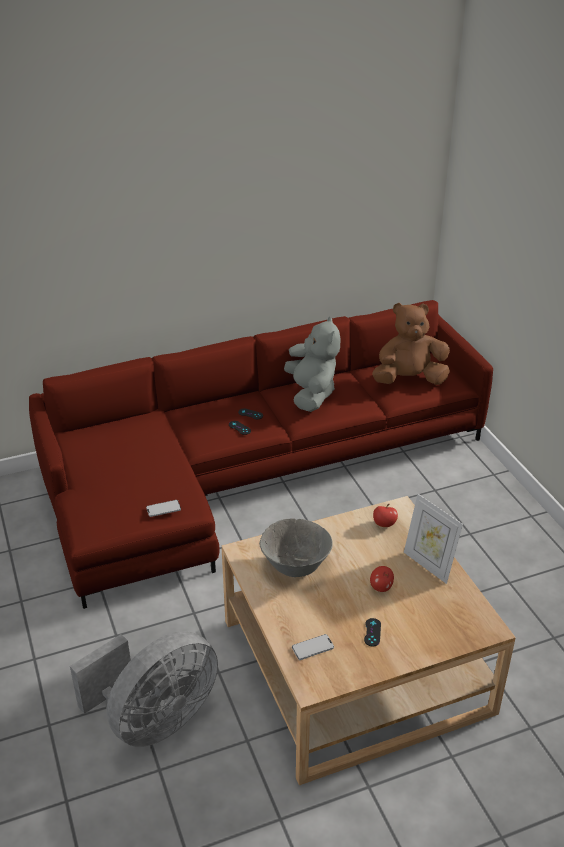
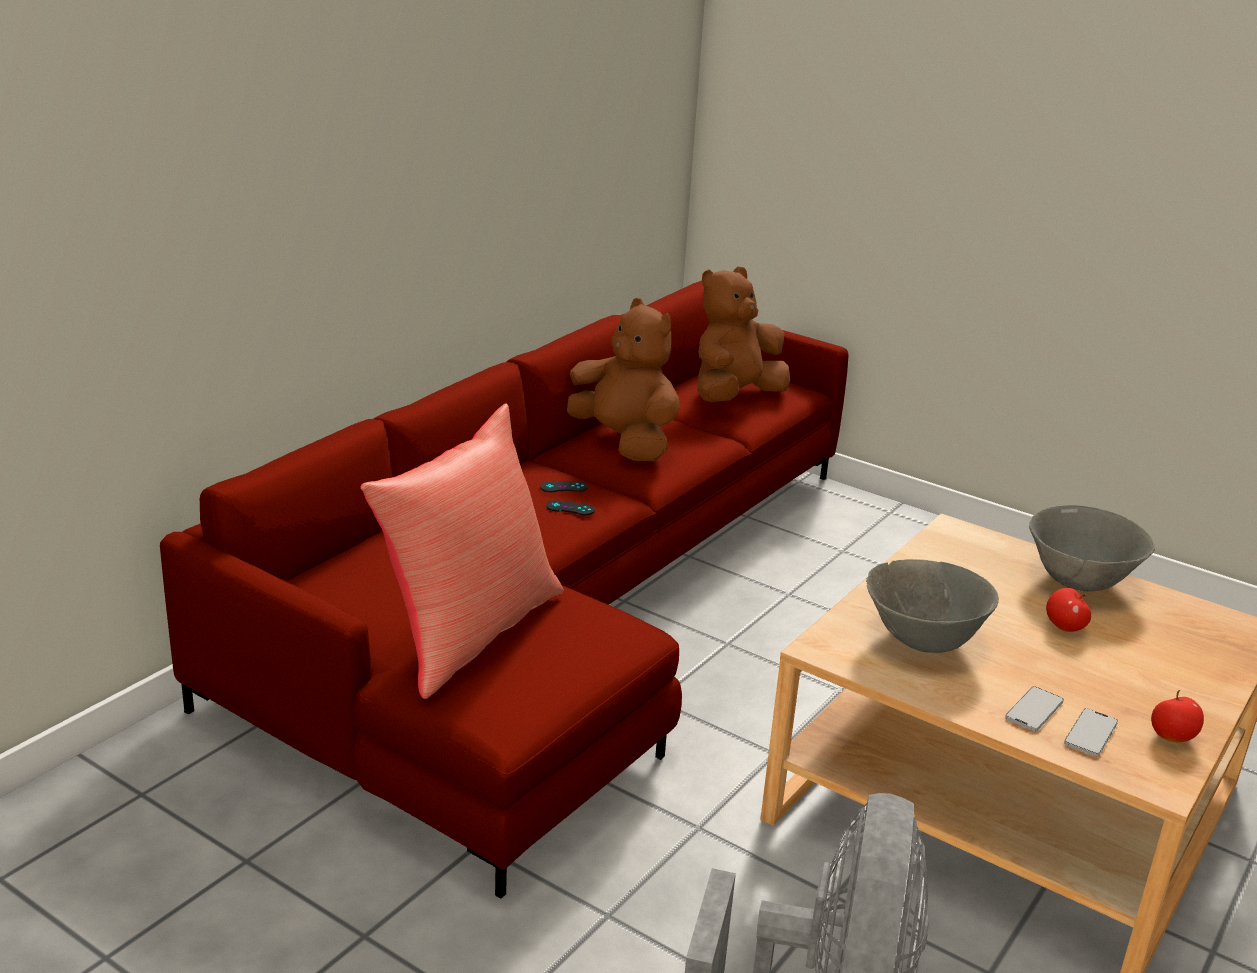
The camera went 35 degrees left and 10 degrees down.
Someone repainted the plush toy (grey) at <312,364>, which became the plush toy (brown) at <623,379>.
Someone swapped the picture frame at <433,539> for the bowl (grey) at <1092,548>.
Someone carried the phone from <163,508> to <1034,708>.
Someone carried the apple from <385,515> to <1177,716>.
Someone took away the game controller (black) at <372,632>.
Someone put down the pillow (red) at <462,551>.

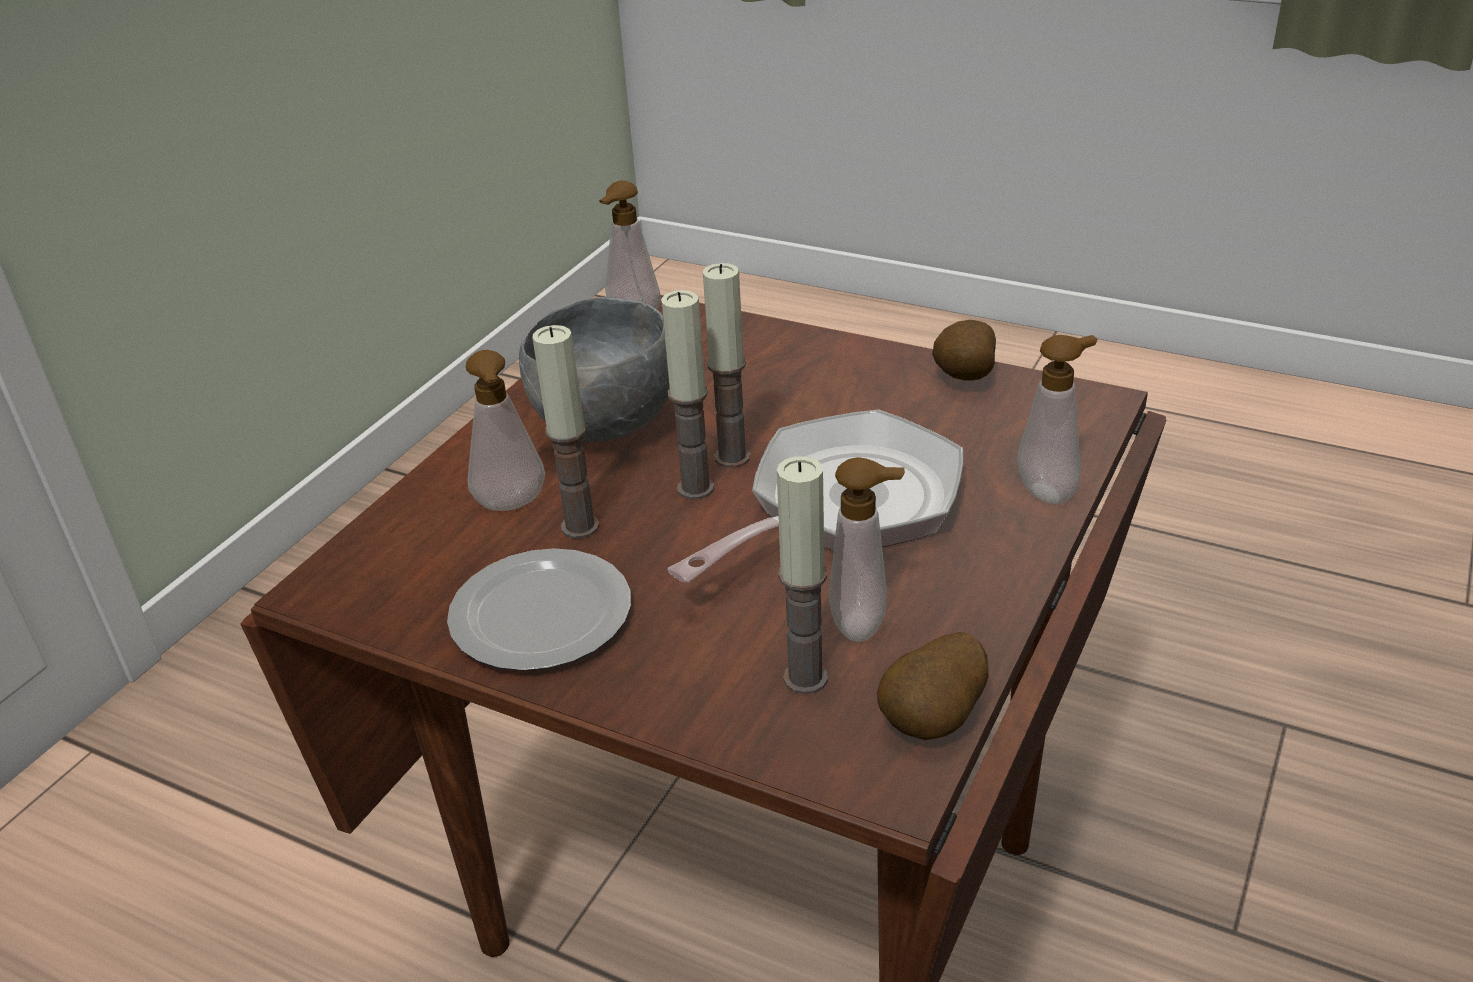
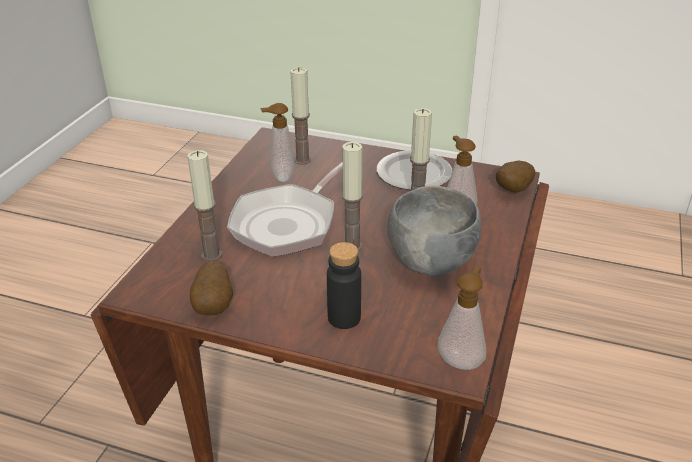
The camera went 170 degrees right and 0 degrees up.
Someone carried the candle from <687,394> to <204,206>.
Someone took away the soap dispenser at <1057,419>.
Someone carried the potato from <933,686> to <515,176>.
Someone put down the bottle (black) at <344,285>.

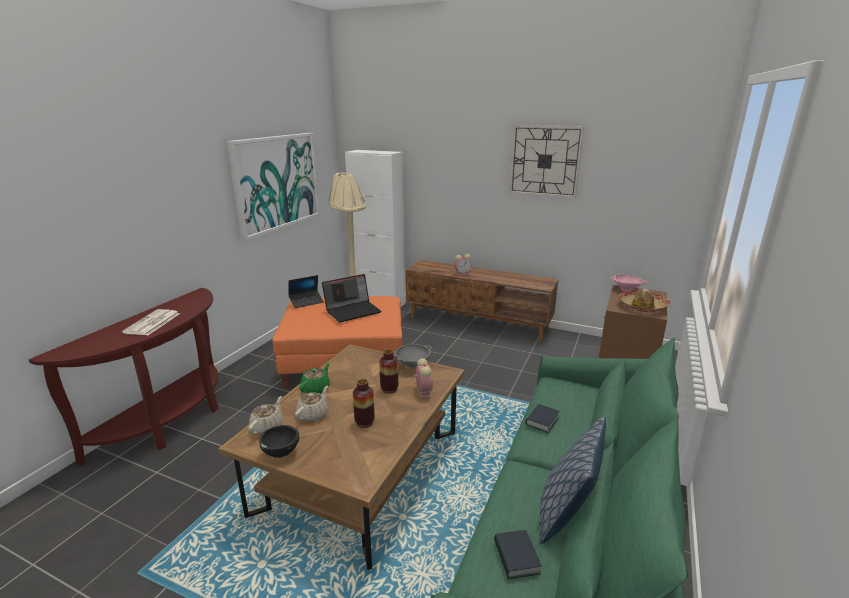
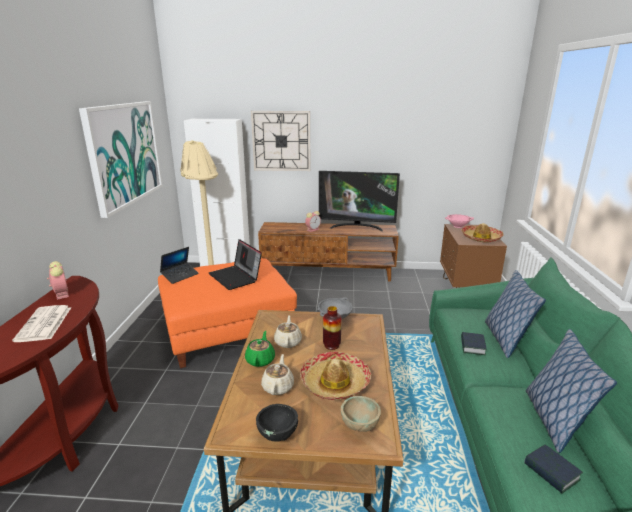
The camera went 20 degrees left and 0 degrees up.
Someone carried the wall clock from <546,161> to <280,141>.
Someone rotated the laptop at <351,298> by 105 degrees clockwise.
Someone carried the alarm clock from <424,378> to <58,280>.
Someone swapped the vase at <364,403> for the hat at <335,376>.
Someone carried the teapot (beige) from <265,415> to <288,331>.
Someone put down the television at <359,201>.
Someone put down the pillow at <515,314>.
Someone put down the bowl (beige) at <361,414>.

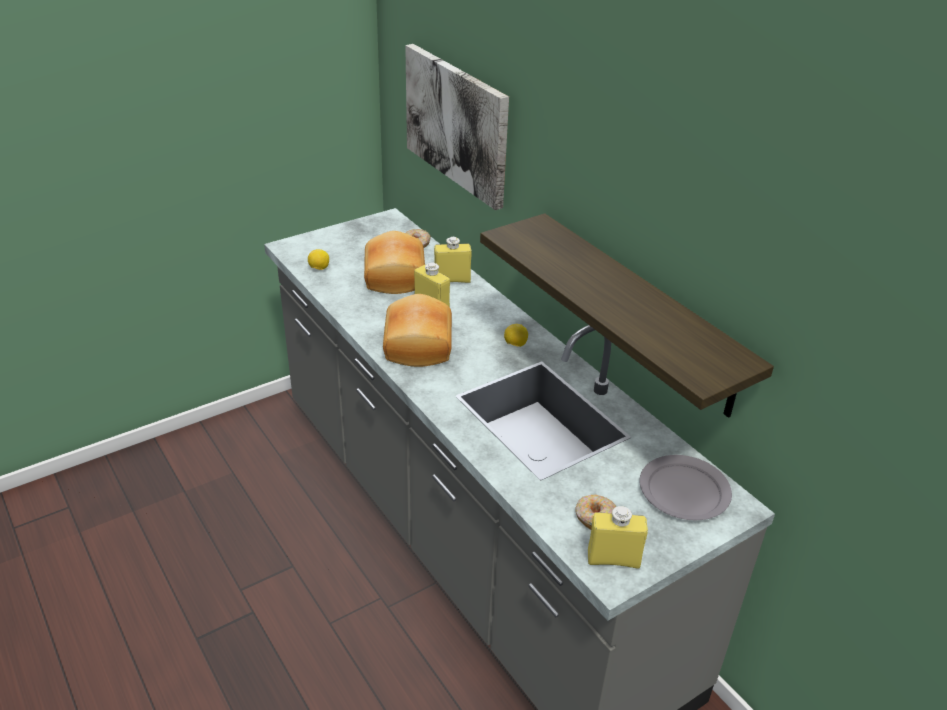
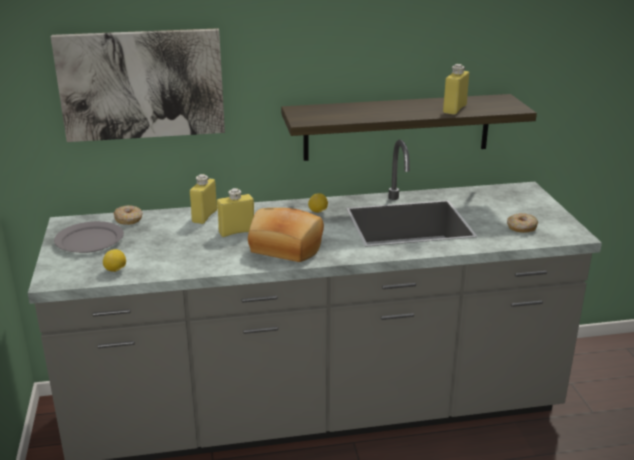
The camera went 65 degrees left and 10 degrees down.
Someone took away the bread at <394,262>.
Someone carried the plate (grey) from <685,487> to <89,237>.
Someone carried the bottle (yellow) from <618,537> to <456,89>.

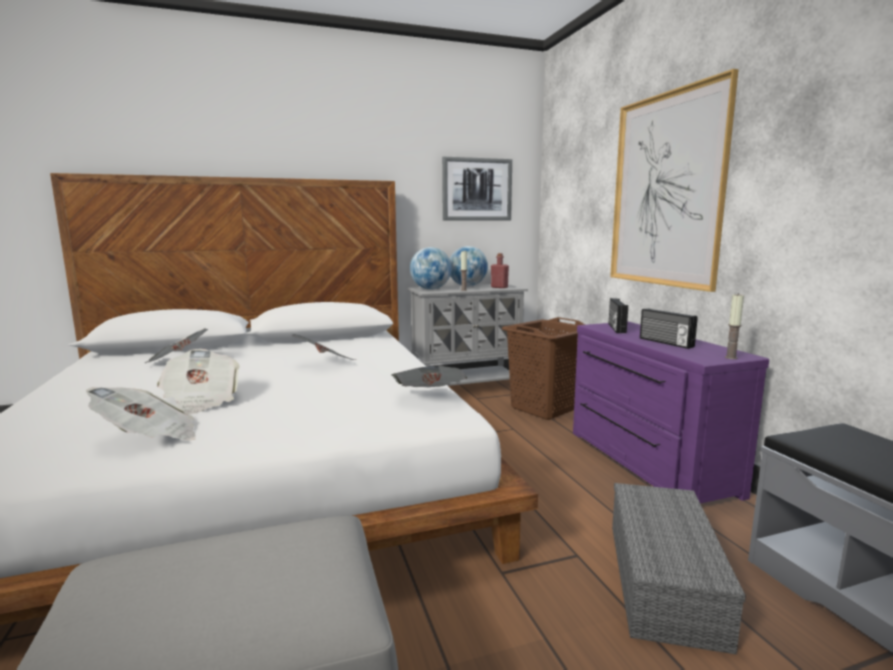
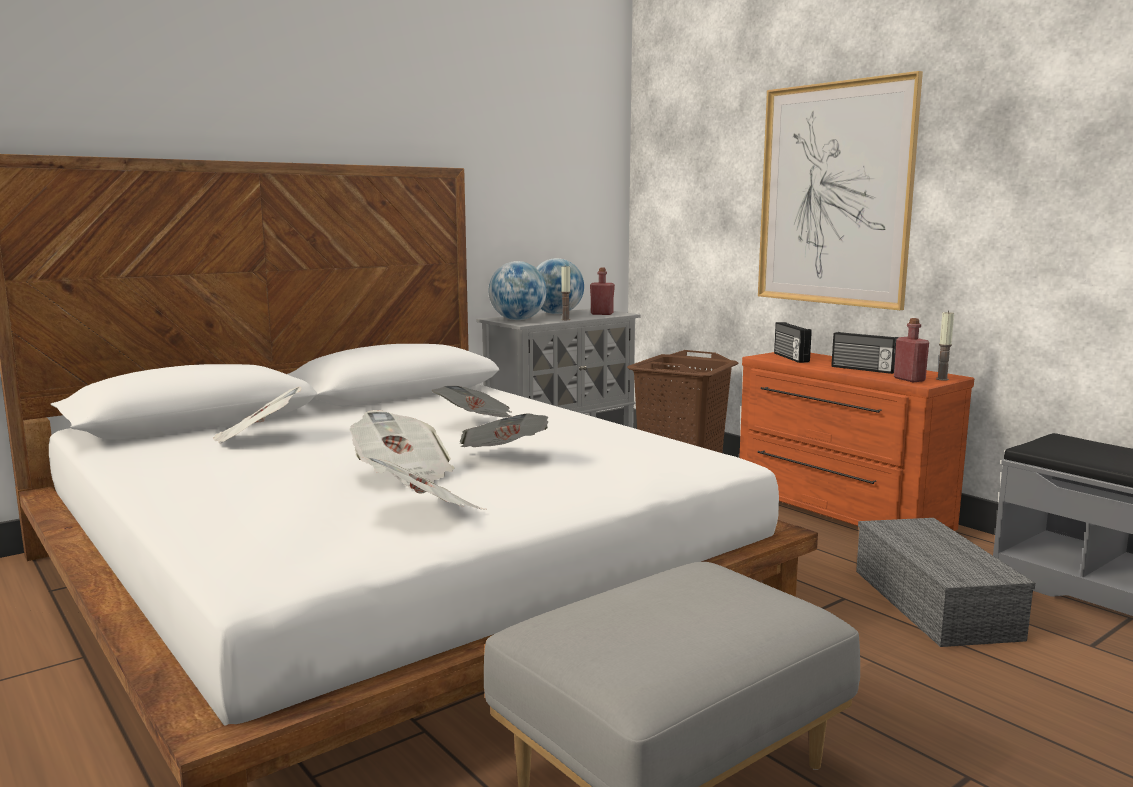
The camera went 20 degrees left and 0 degrees up.
Someone took away the picture at <477,189>.
Someone repainted the dresser (purple) at <671,413>, which became the dresser (brown) at <856,441>.
Someone carried the newspaper from <429,376> to <504,430>.
Someone put down the bottle (red) at <911,350>.

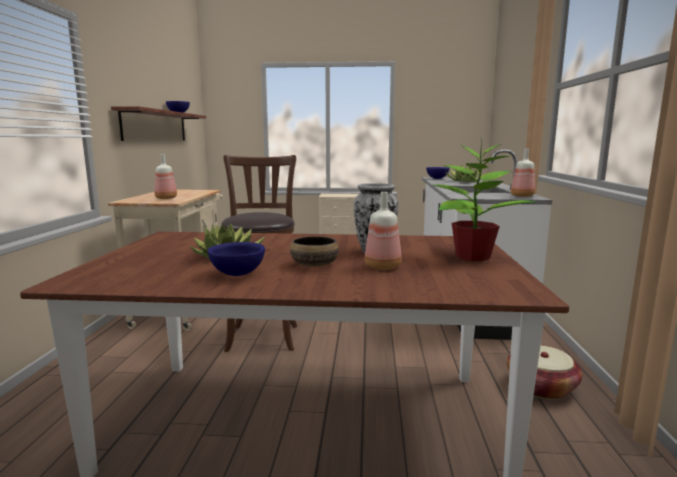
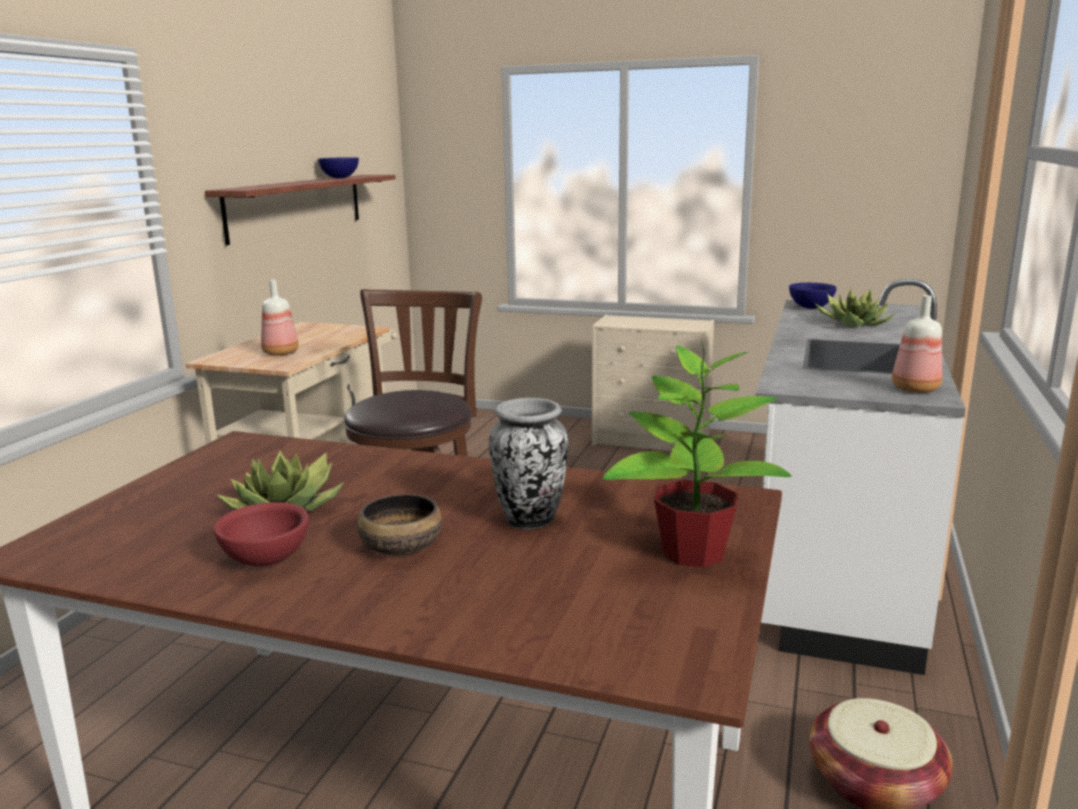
The camera went 15 degrees right and 5 degrees up.
Someone took away the bottle at <383,231>.
Someone repainted the bowl (blue) at <236,259>, which became the bowl (red) at <261,534>.

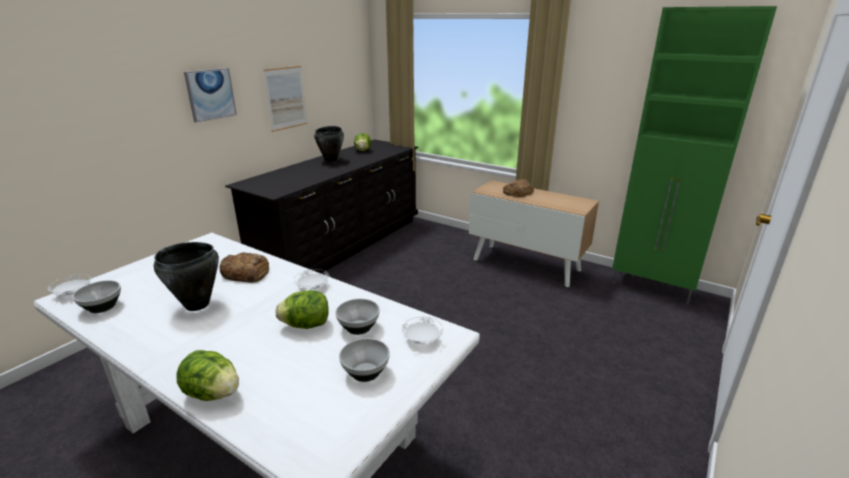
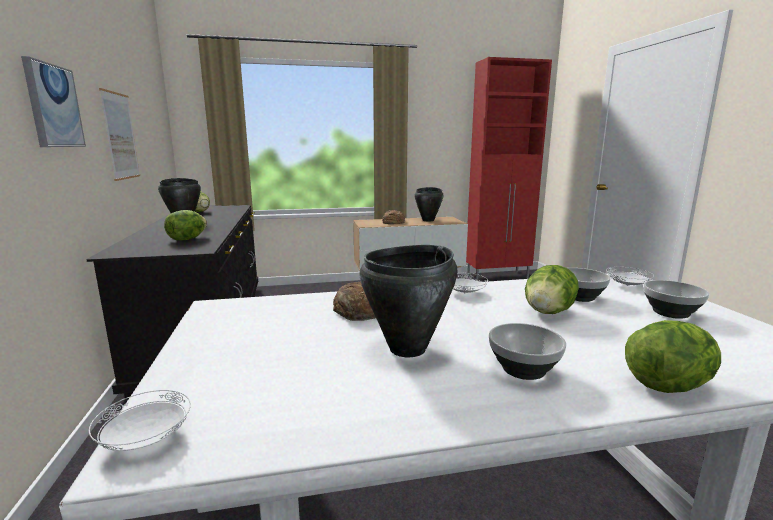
The camera went 45 degrees left and 10 degrees down.
Someone repainted the cabinet (green) at <694,155>, which became the cabinet (red) at <509,169>.
Someone carried the bowl from <96,296> to <527,351>.
Someone put down the cooking pot (black) at <429,204>.
Someone put down the lettuce at <185,225>.

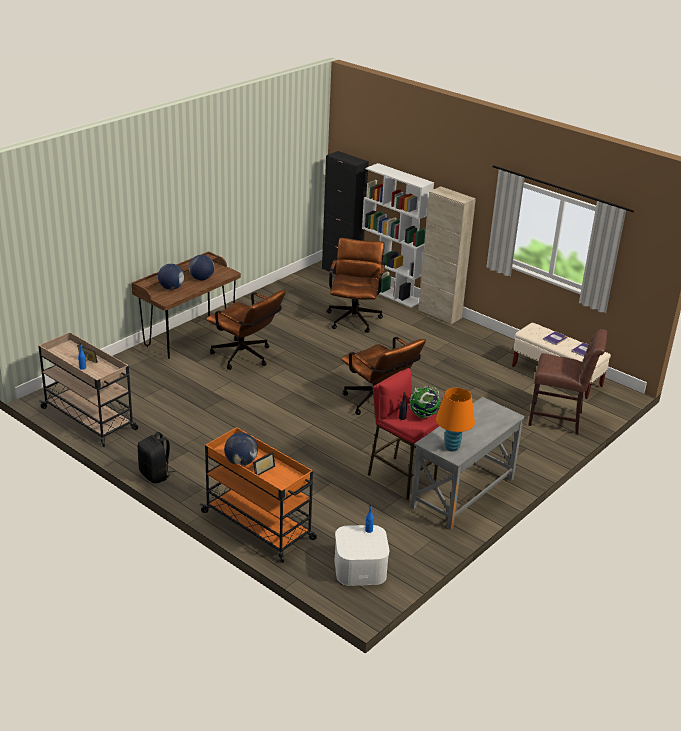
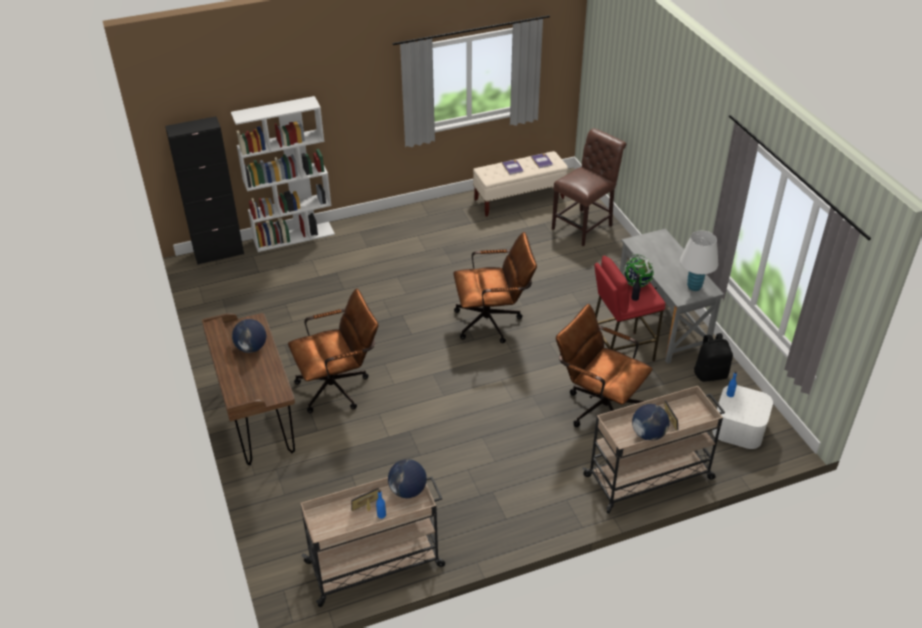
The camera went 60 degrees left and 10 degrees up.
Someone took away the cabinet (beige) at <447,255>.
Someone carried the office chair (brown) from <355,285> to <604,365>.
Someone carried the globe from <171,277> to <407,478>.
Someone repainted the table lamp (orange) at <455,419>, which became the table lamp (white) at <699,261>.
Someone repainted the cart (orange) at <258,495>, which became the cart (beige) at <653,450>.
Someone carried the backpack (black) from <156,457> to <713,357>.

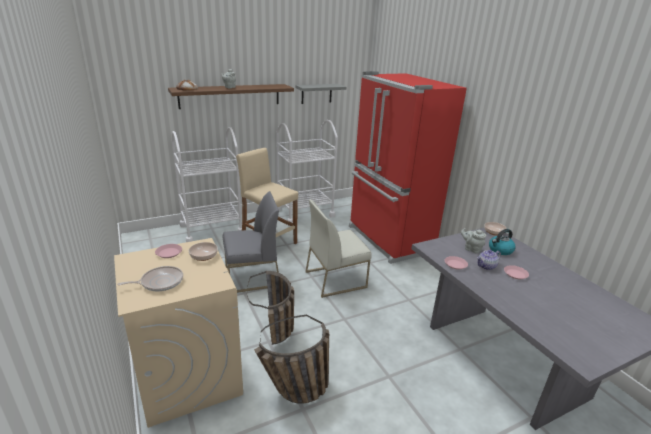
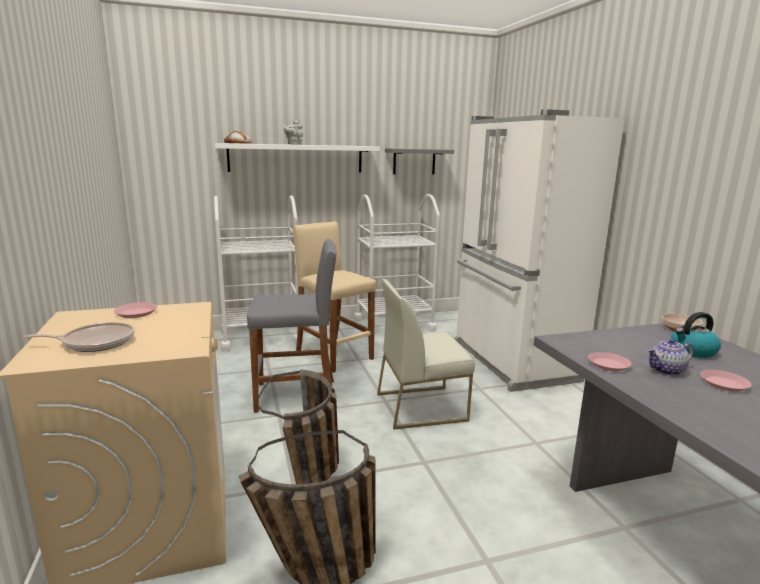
The camera went 10 degrees right and 10 degrees down.
Someone repainted the fridge (red) at <408,167>, which became the fridge (white) at <539,250>.
Someone repainted the shelf (brown) at <231,96>, which became the shelf (white) at <297,158>.
Someone swapped the chair (grey) at <251,242> for the stool (grey) at <291,326>.
Someone took away the teapot (grey) at <473,240>.
Someone took away the bowl at <203,251>.

